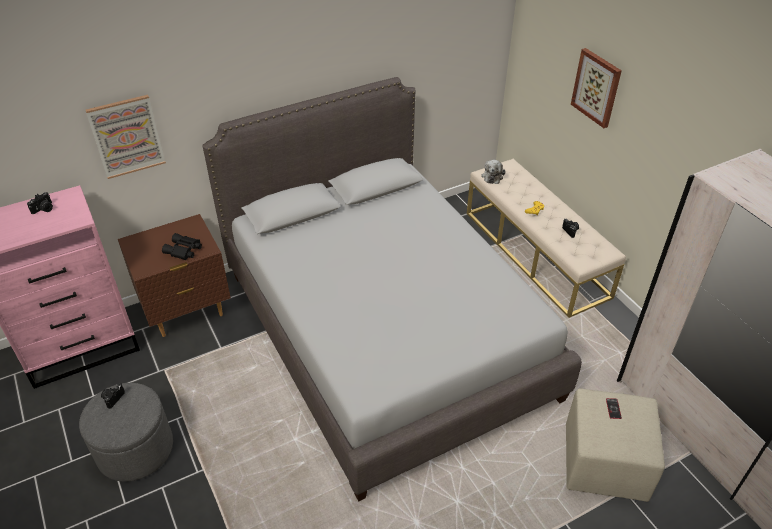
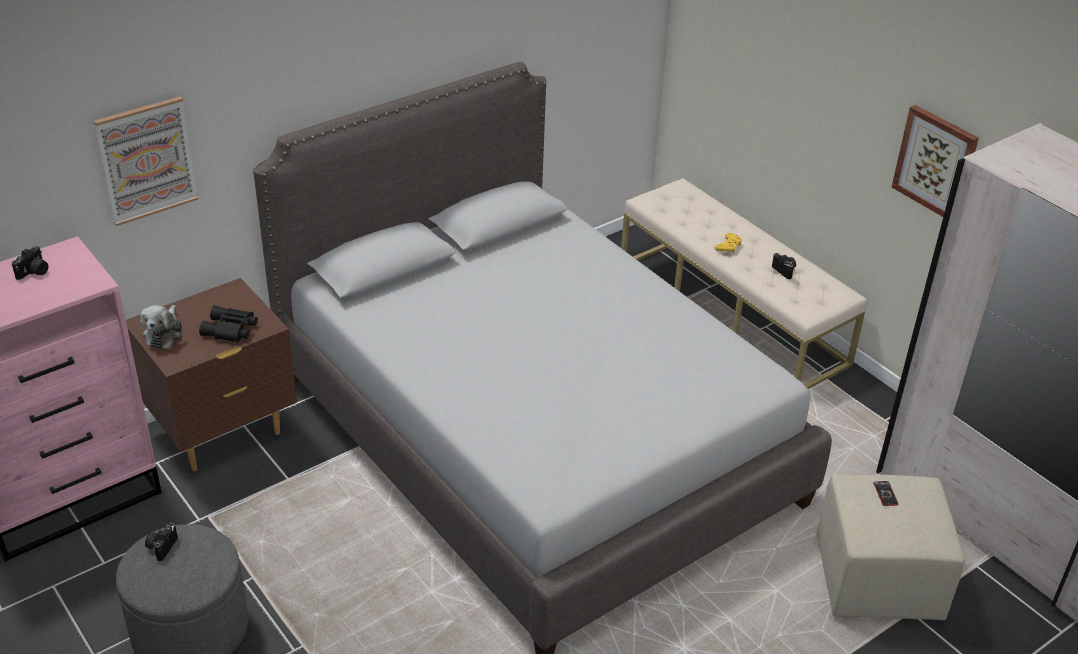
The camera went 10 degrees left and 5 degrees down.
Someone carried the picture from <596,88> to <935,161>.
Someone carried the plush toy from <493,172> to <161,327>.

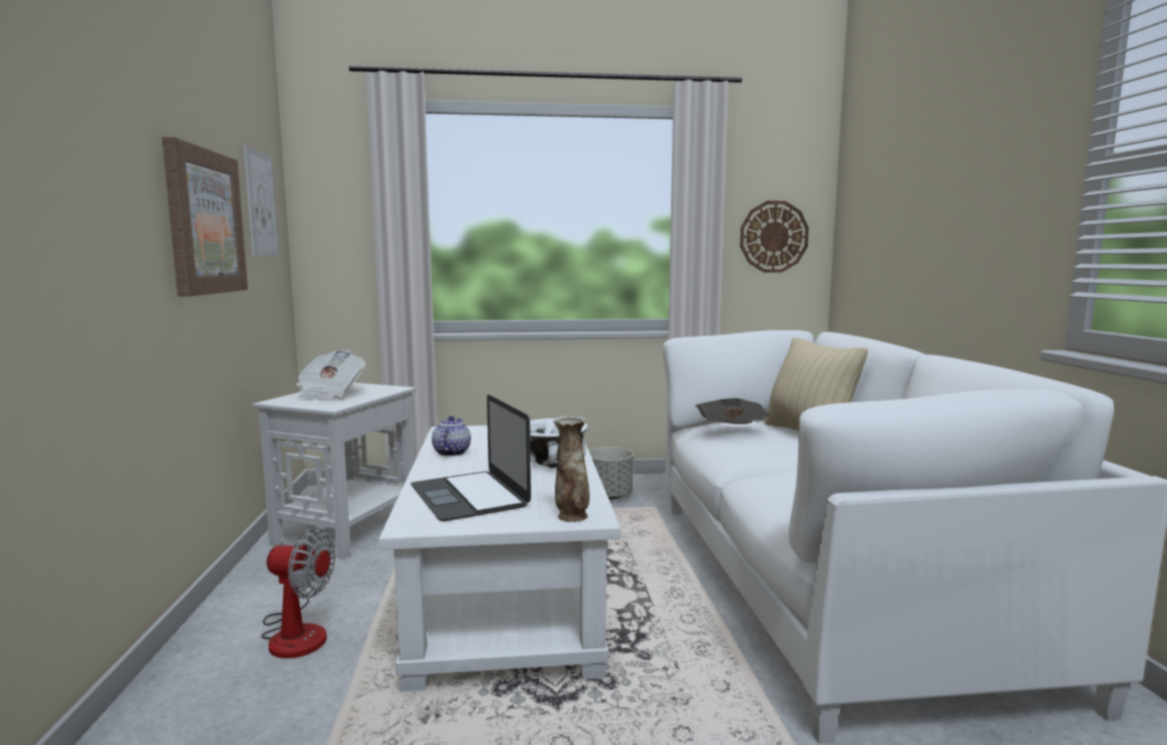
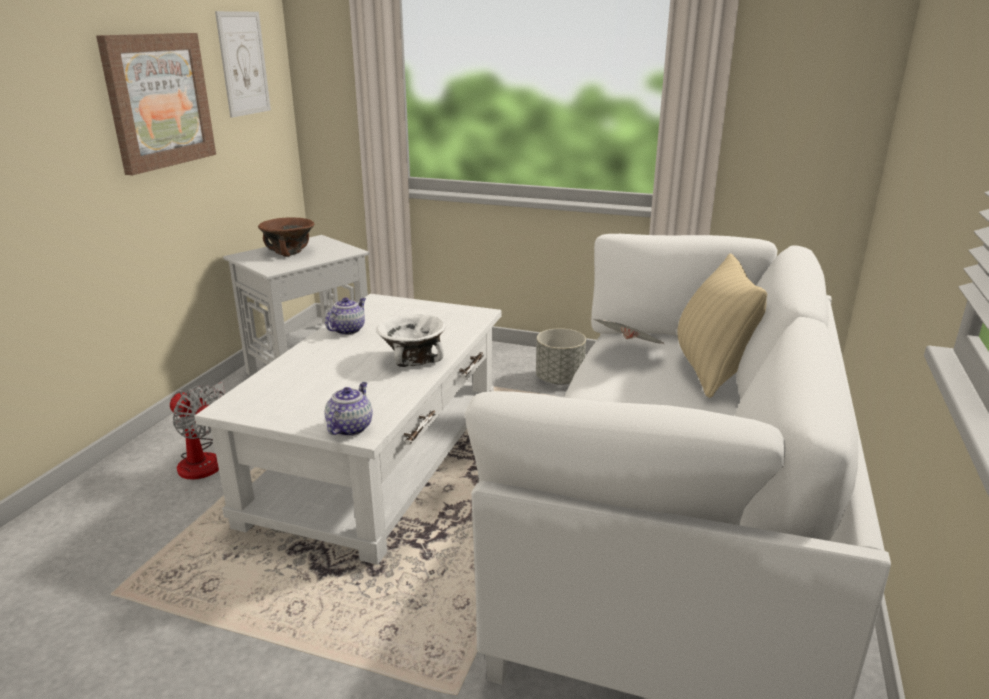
The camera went 25 degrees right and 15 degrees up.
Someone took away the wall clock at <774,236>.
Someone swapped the newspaper at <331,375> for the bowl (brown) at <286,237>.
Someone took away the laptop at <471,458>.
Someone swapped the vase at <571,469> for the teapot at <348,409>.

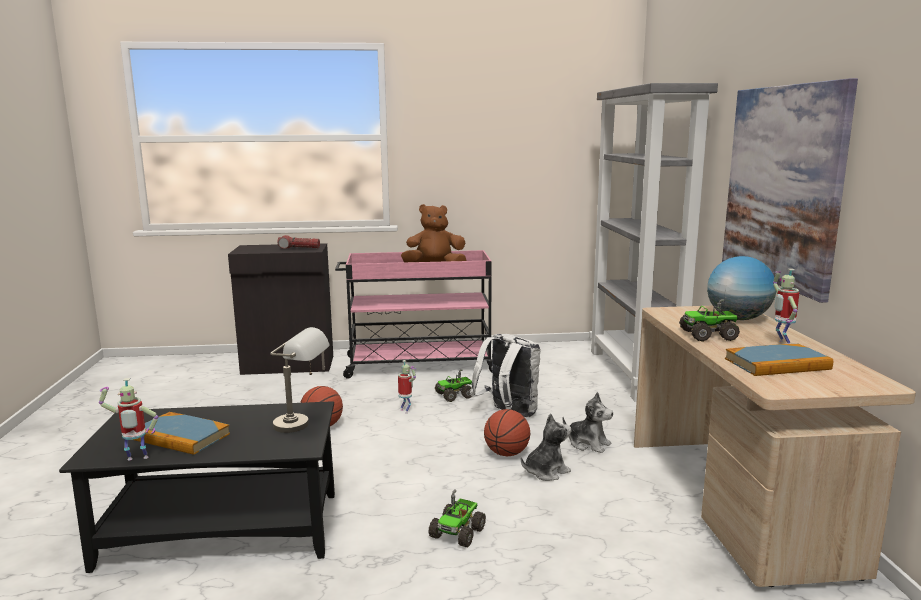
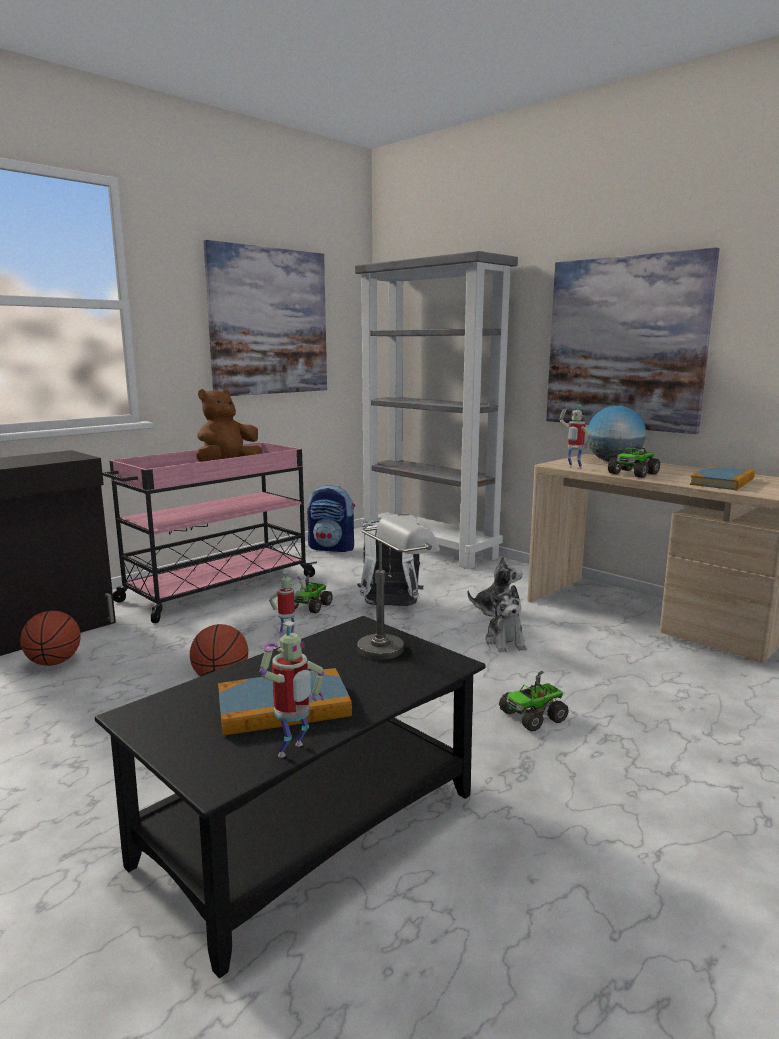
The camera went 40 degrees left and 0 degrees up.
Someone took away the flashlight at <298,242>.
Someone carried the toy robot from <786,306> to <575,437>.
Someone carried the basketball from <507,432> to <50,638>.
Someone rotated the plush toy at <546,447> by 150 degrees clockwise.
Someone rotated the toy truck at <457,518> by 75 degrees clockwise.
Someone put up the picture at <265,318>.
Someone put down the backpack at <331,518>.

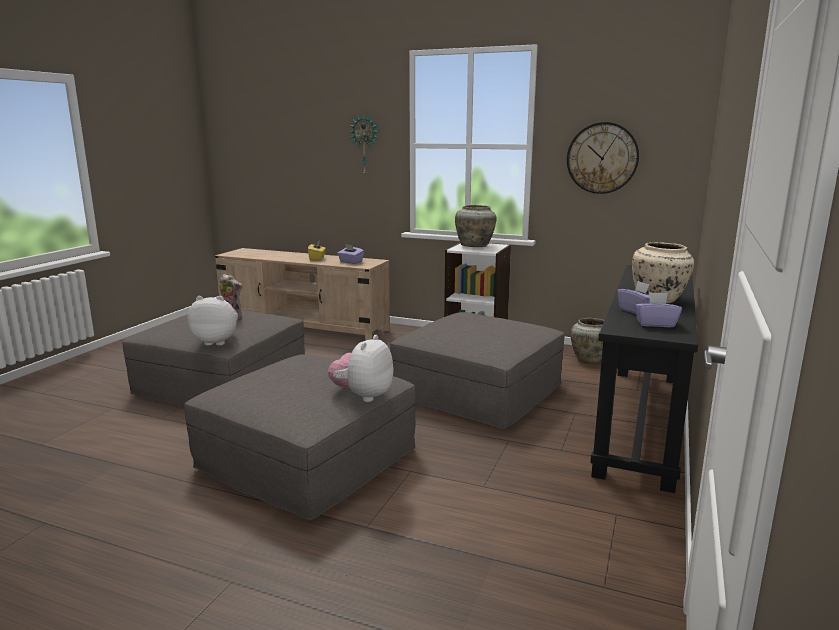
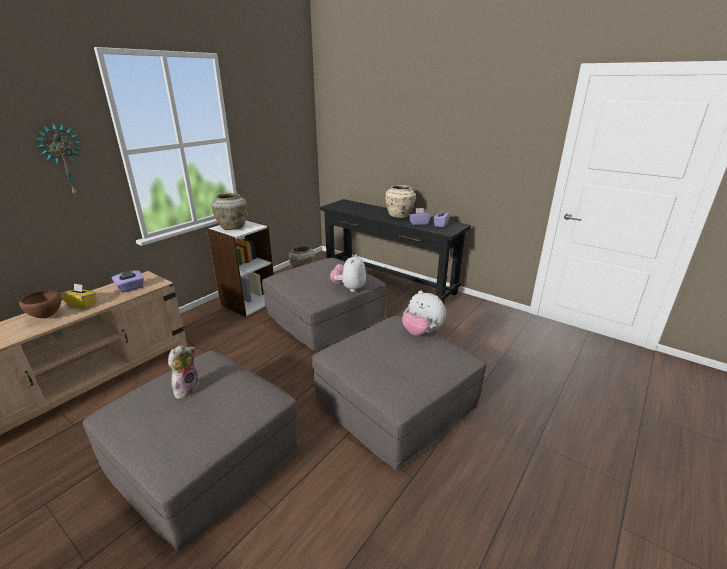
The camera went 75 degrees left and 10 degrees up.
Someone took away the wall clock at <603,158>.
Someone carried the plush toy from <212,321> to <348,273>.
Someone put down the bowl (brown) at <40,304>.

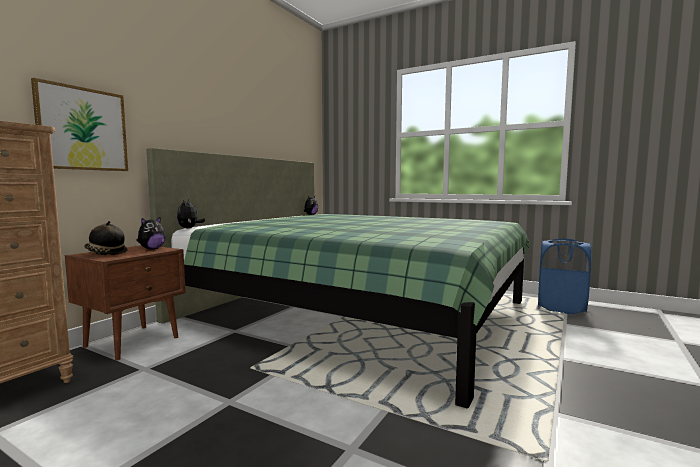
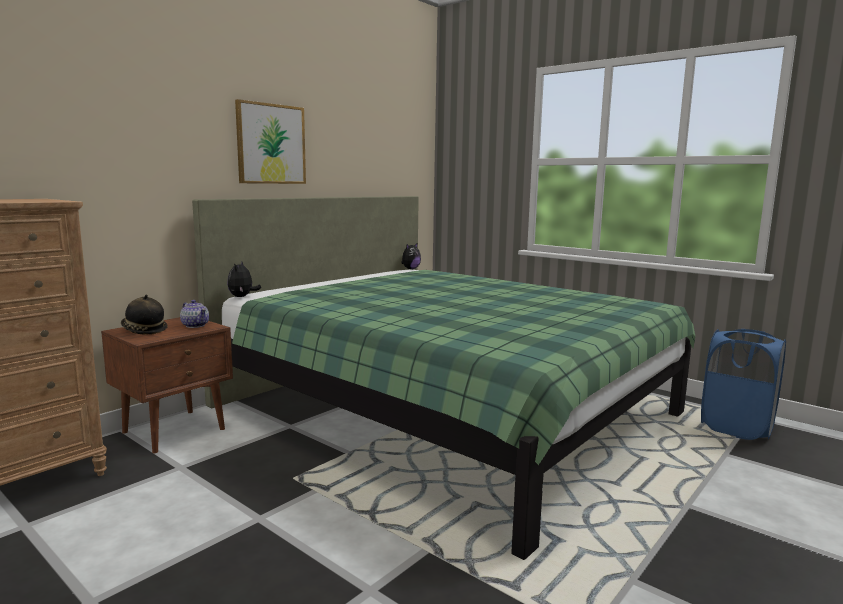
The camera went 10 degrees right and 5 degrees up.
Someone carried the picture from <79,124> to <270,141>.
Someone swapped the plush toy at <151,233> for the teapot at <194,314>.

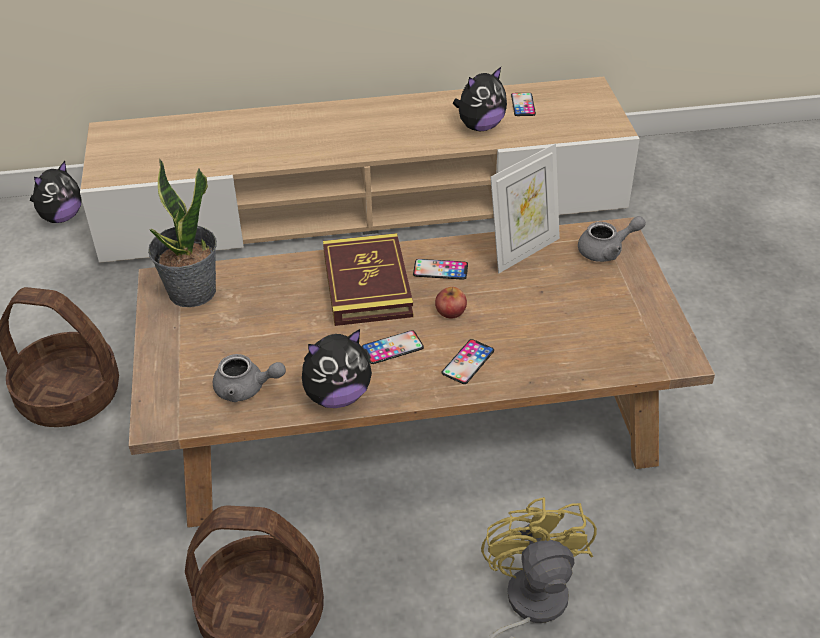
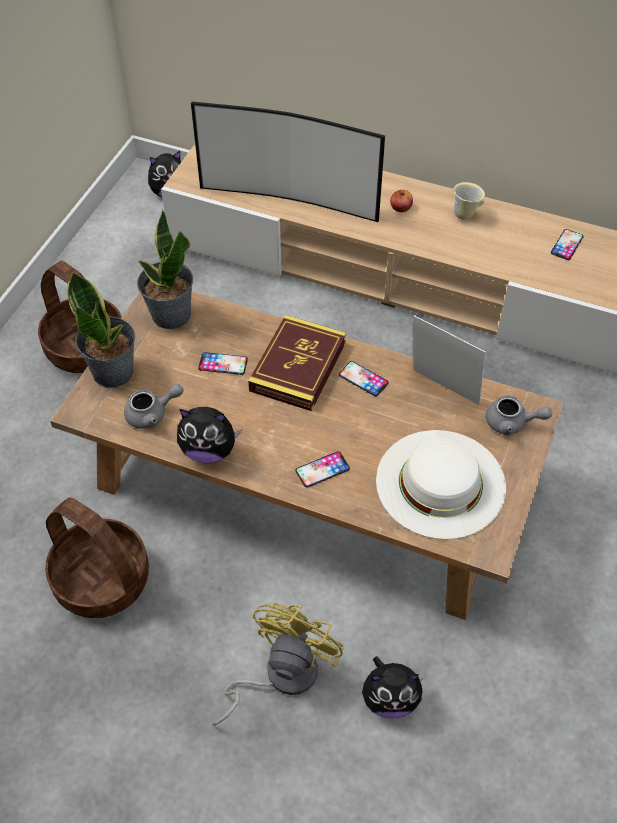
The camera went 30 degrees right and 10 degrees up.
Someone carried the plush toy from <480,99> to <393,687>.
Someone rotated the picture frame at <525,208> by 135 degrees counterclockwise.
Someone carried the apple from <451,302> to <401,201>.
Someone carried the phone from <393,347> to <223,363>.
Someone rotated the teapot (grey) at <249,378> by 60 degrees counterclockwise.
Someone put down the television at <288,162>.
Someone put down the mug (beige) at <469,201>.
Someone put down the potted plant at <101,330>.
Someone put down the hat (white) at <441,484>.

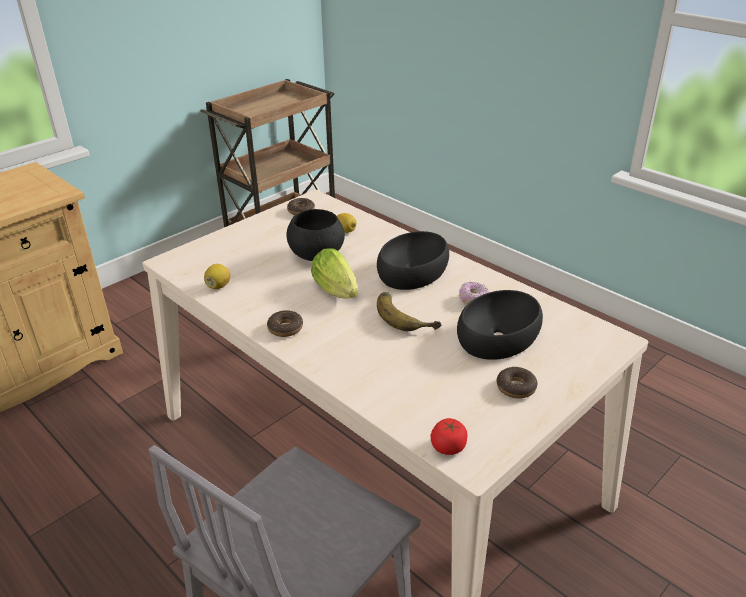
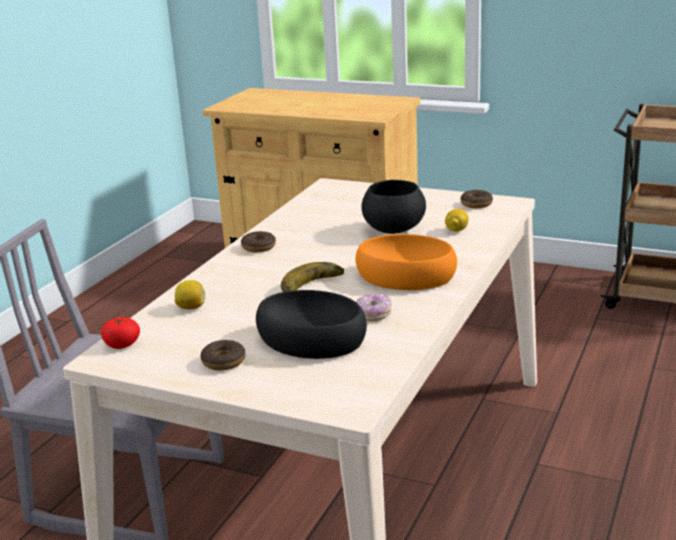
The camera went 70 degrees right and 10 degrees down.
Someone repainted the bowl (black) at <413,260>, which became the bowl (orange) at <406,262>.
Someone took away the lettuce at <334,274>.
Someone carried the lemon from <217,276> to <190,294>.

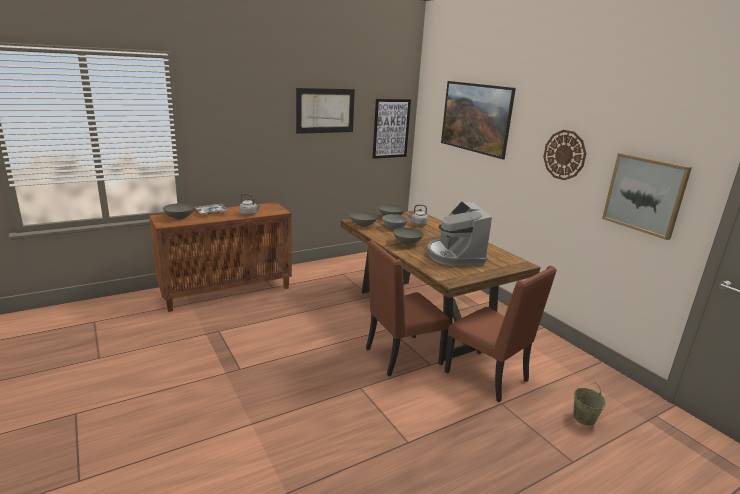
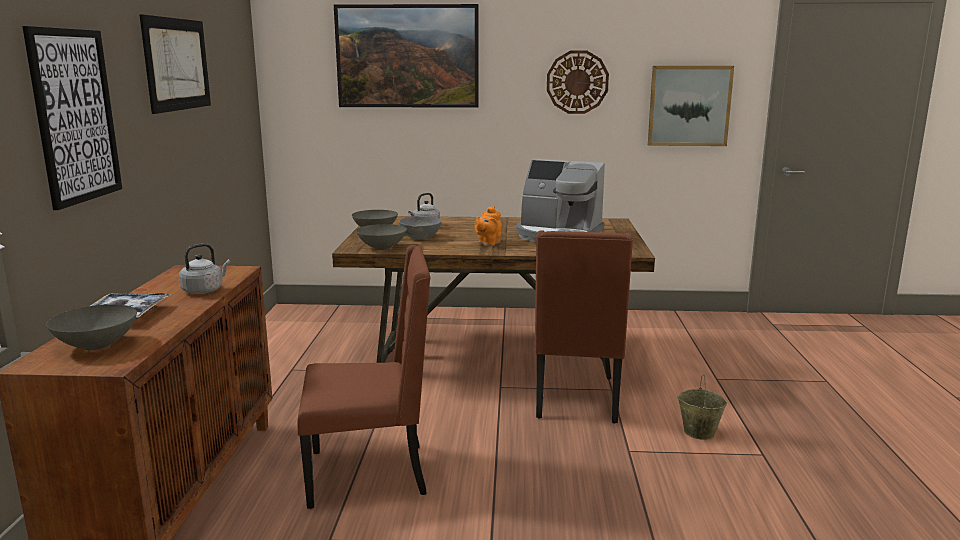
The camera went 55 degrees left and 5 degrees down.
Someone carried the picture from <392,129> to <72,118>.
Someone swapped the bowl (grey) at <408,236> for the teapot (orange) at <488,226>.
Someone carried the chair (brown) from <501,334> to <364,377>.
Someone carried the bucket (beige) from <589,404> to <702,407>.

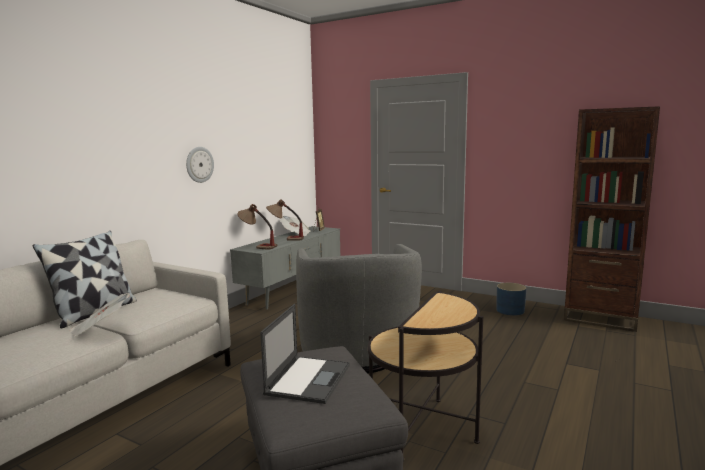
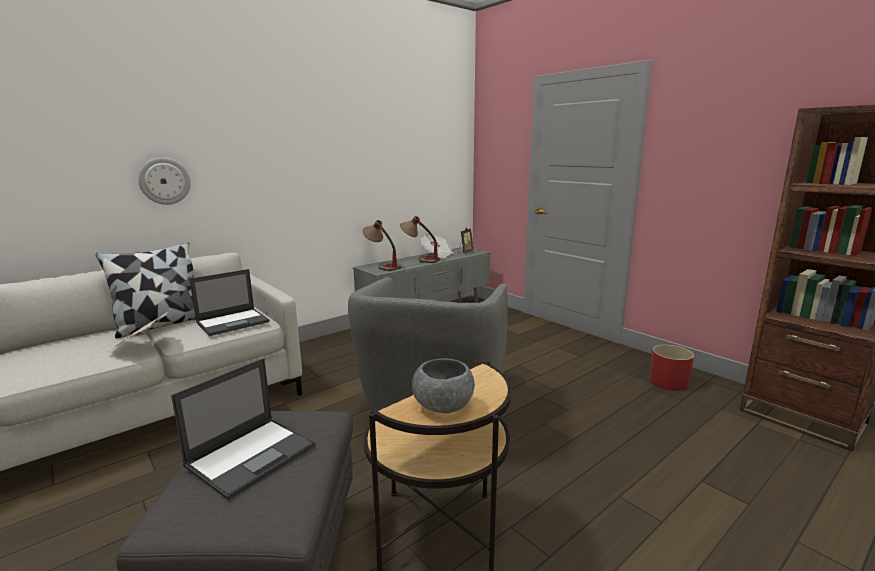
The camera went 20 degrees right and 5 degrees up.
Someone carried the wall clock from <200,165> to <164,181>.
Someone repainted the planter (blue) at <511,299>, which became the planter (red) at <672,368>.
Someone put down the laptop at <229,302>.
Someone put down the bowl (grey) at <443,386>.

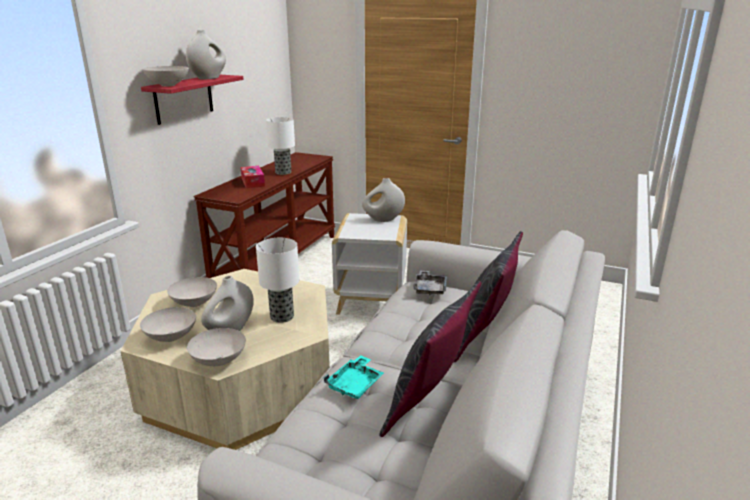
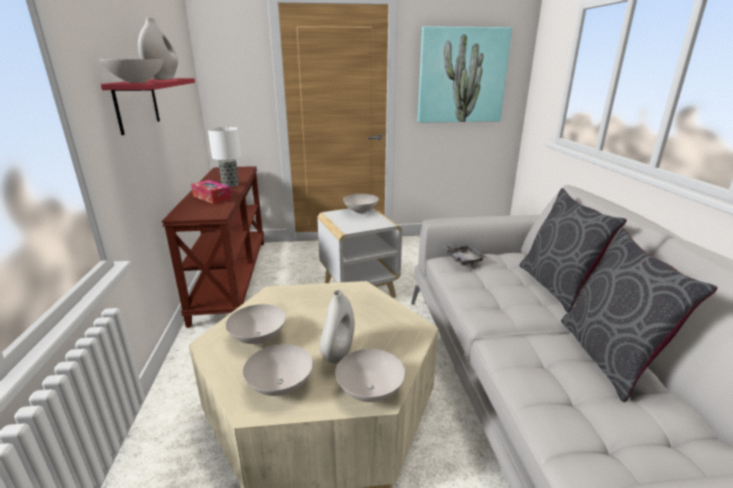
The camera went 30 degrees left and 0 degrees up.
Someone swapped the vase (white) at <383,200> for the bowl (white) at <361,204>.
Someone took away the table lamp at <277,280>.
Someone took away the tray (turquoise) at <354,377>.
Someone put up the picture at <465,74>.

